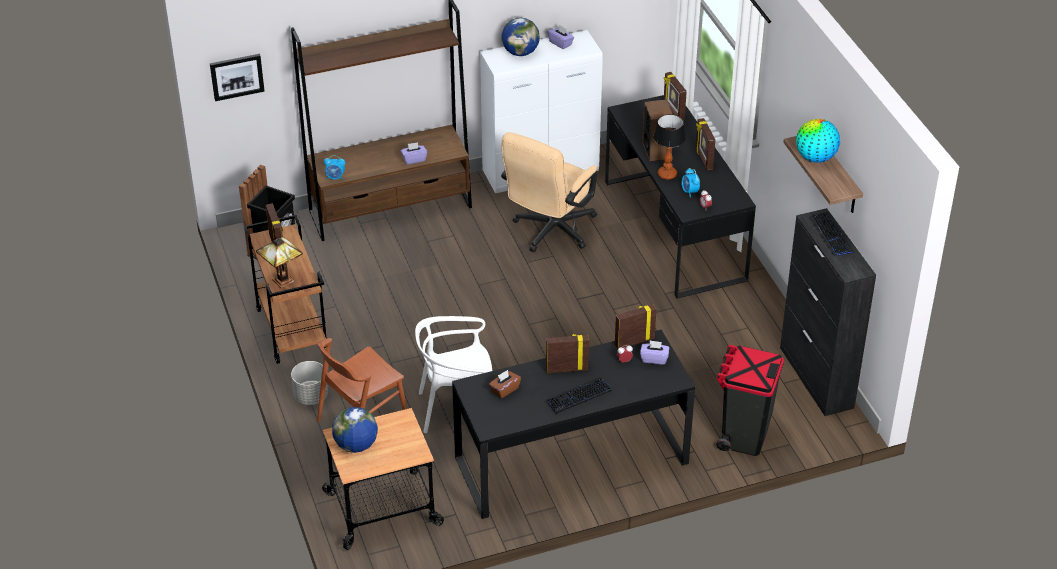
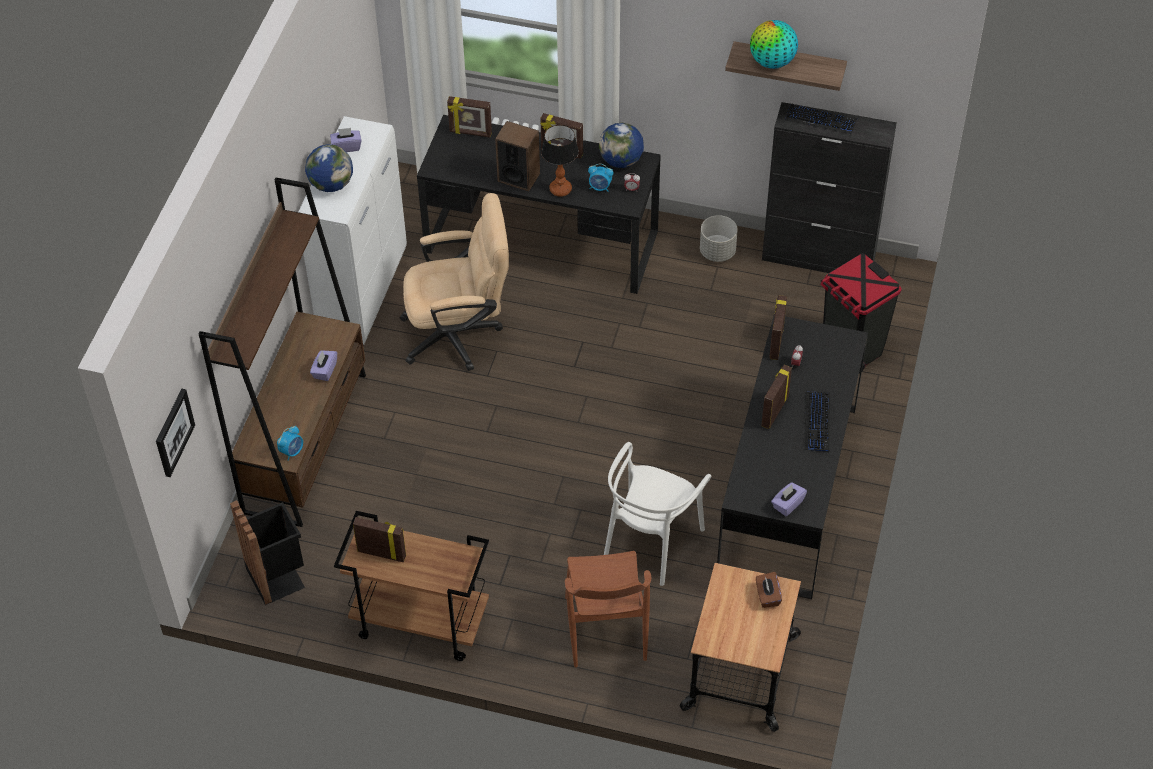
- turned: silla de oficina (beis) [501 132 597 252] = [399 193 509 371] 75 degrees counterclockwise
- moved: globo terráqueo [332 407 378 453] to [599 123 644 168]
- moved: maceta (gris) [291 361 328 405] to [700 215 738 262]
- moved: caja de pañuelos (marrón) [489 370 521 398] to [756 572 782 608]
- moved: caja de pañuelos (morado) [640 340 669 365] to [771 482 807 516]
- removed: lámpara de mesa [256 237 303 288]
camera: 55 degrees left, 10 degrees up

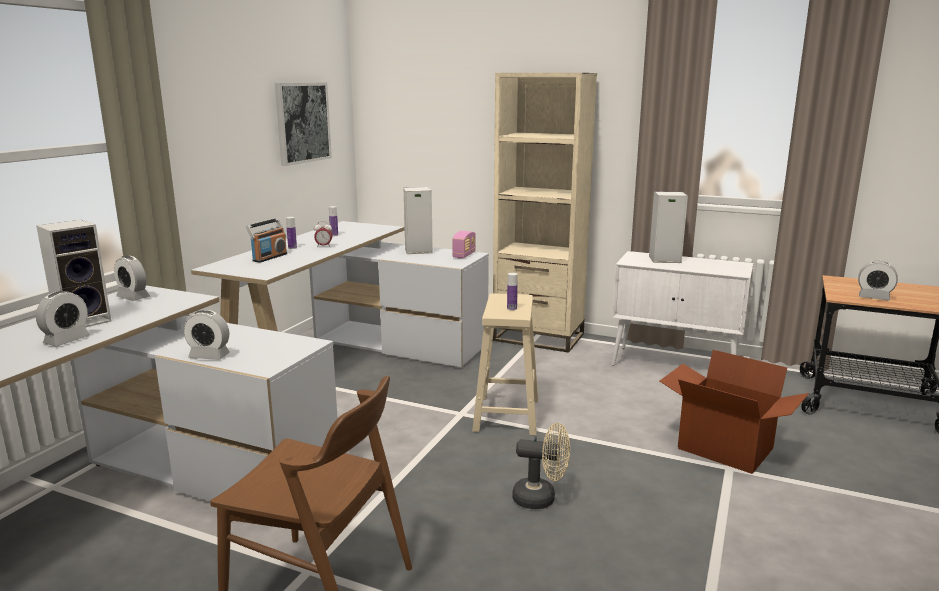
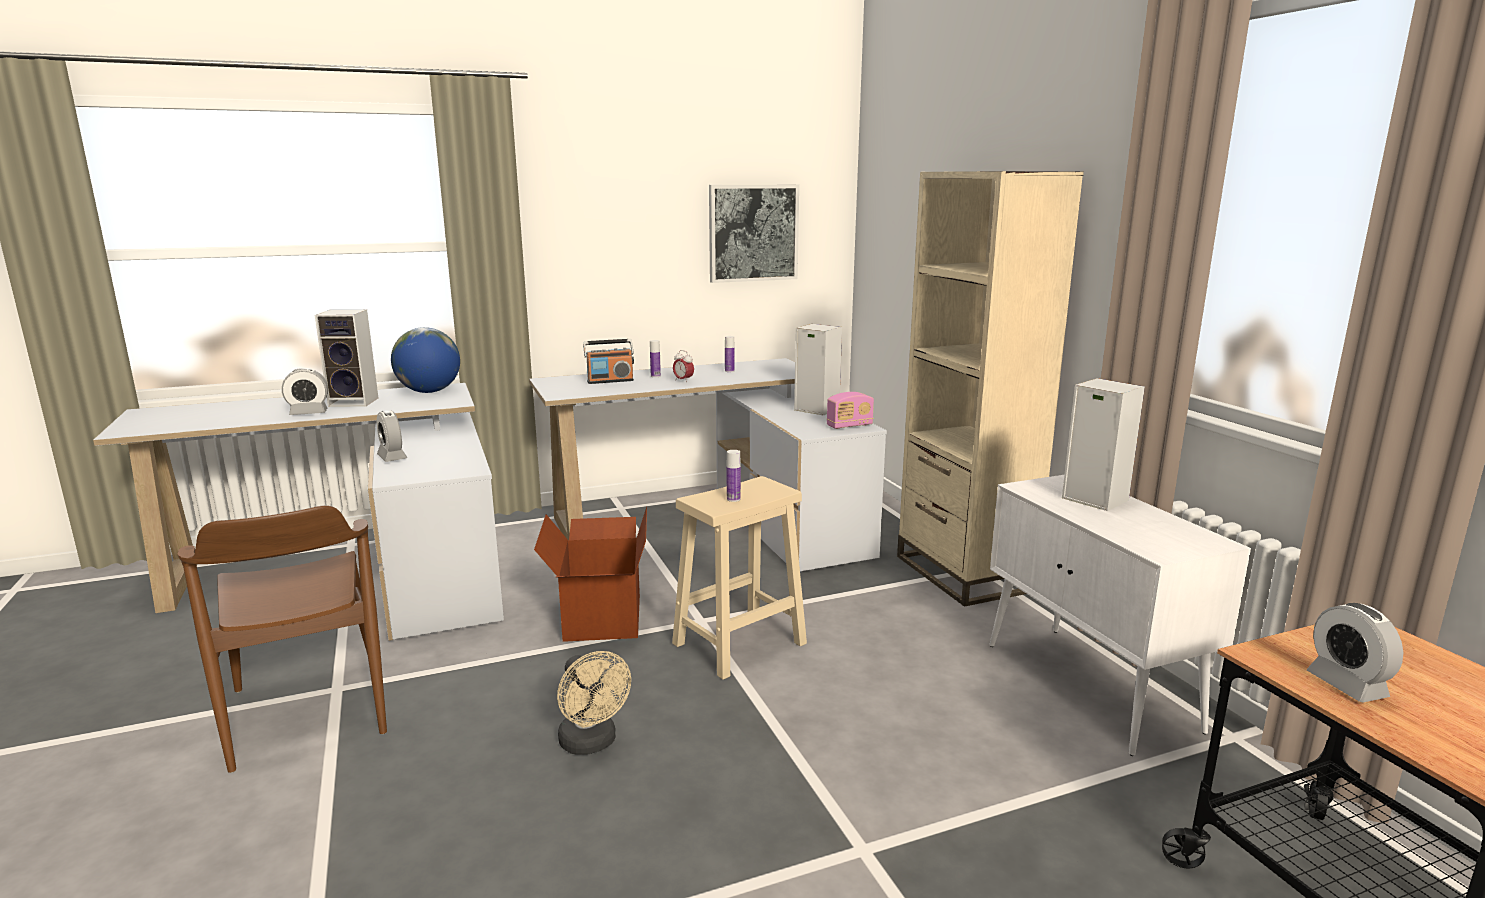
- replaced: despertador [114 256 150 301] to globo terráqueo [391 327 460 393]
- moved: caja de cartón [659 350 809 474] to [534 507 647 642]
camera: 45 degrees right, 0 degrees up

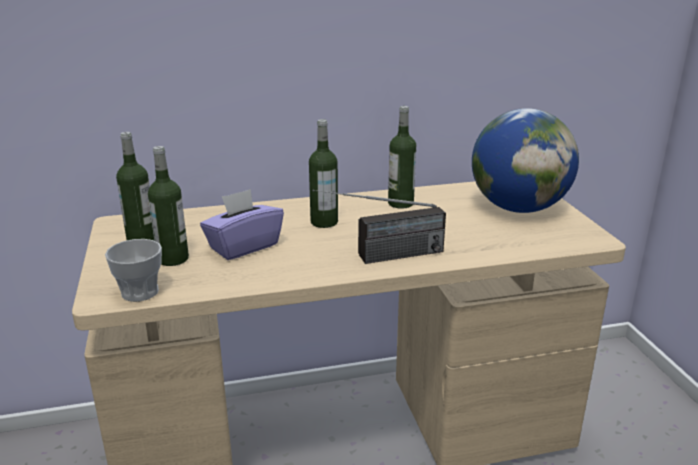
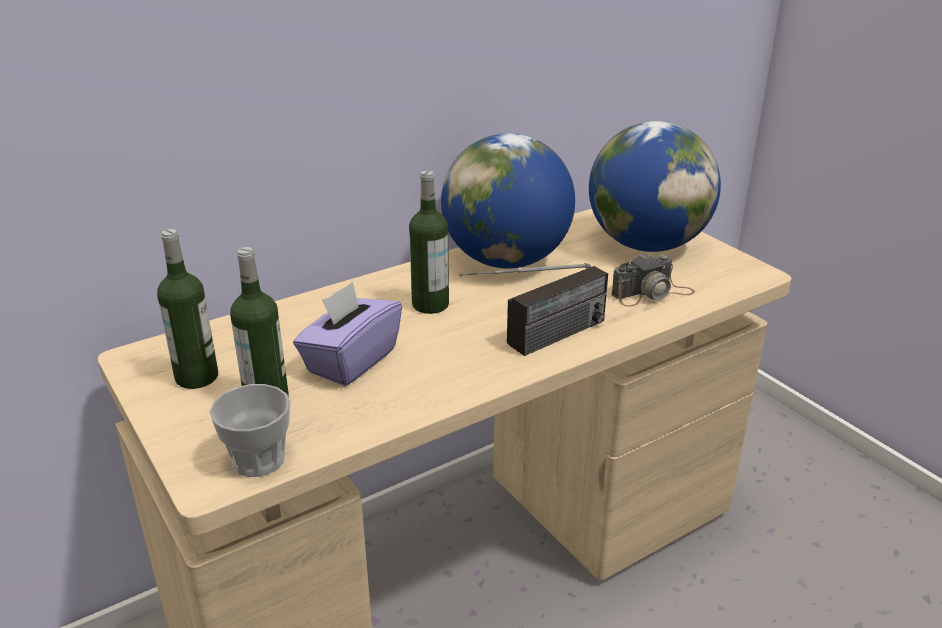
- replaced: botella [388 106 416 209] to globo terráqueo [441 133 575 268]
- added: cámara [611 252 695 307]
camera: 20 degrees left, 5 degrees up

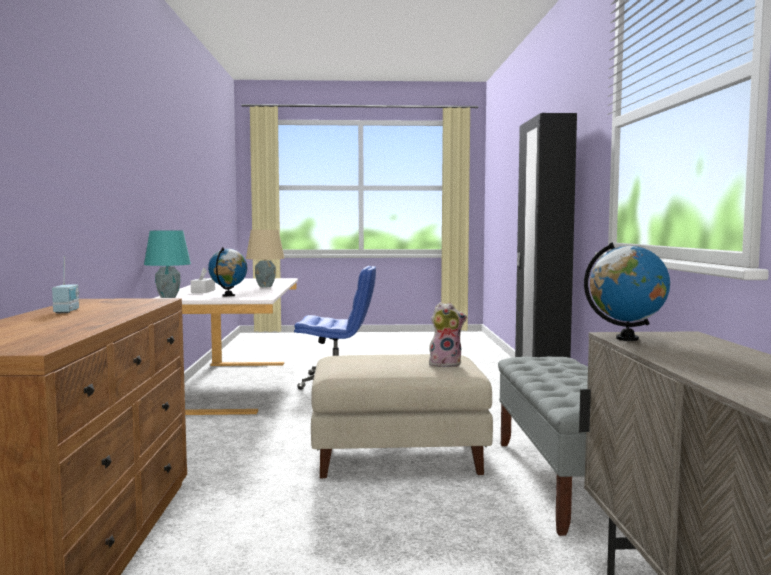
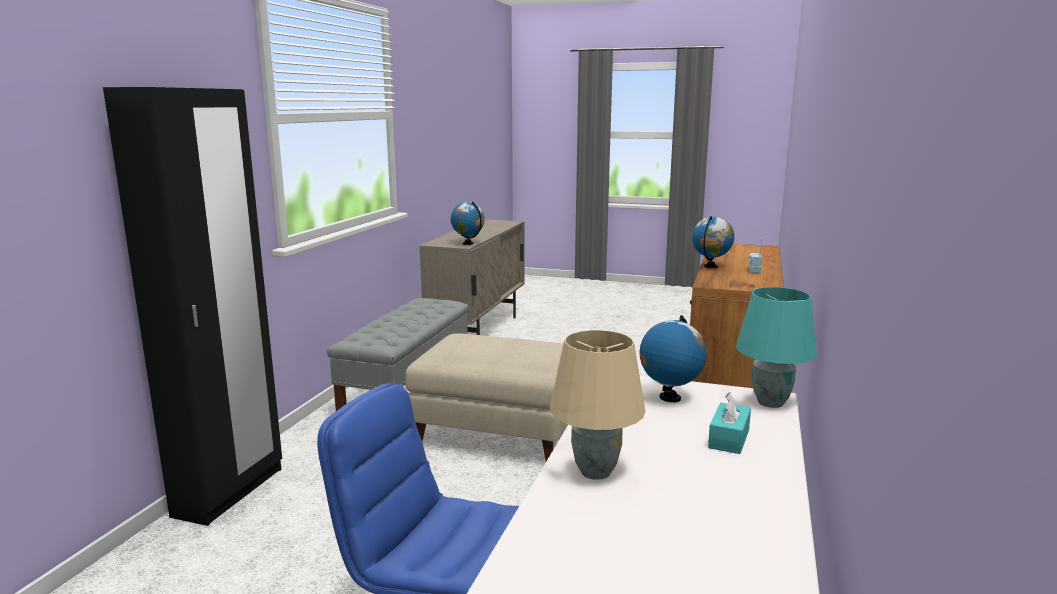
- added: globo terráqueo [692 216 734 268]
- recoloured: caja de pañuelos (blanco) [191 268 215 293] to caja de pañuelos (turquesa) [708 392 751 454]
- removed: peluche [429 302 467 367]
camera: 160 degrees left, 10 degrees up

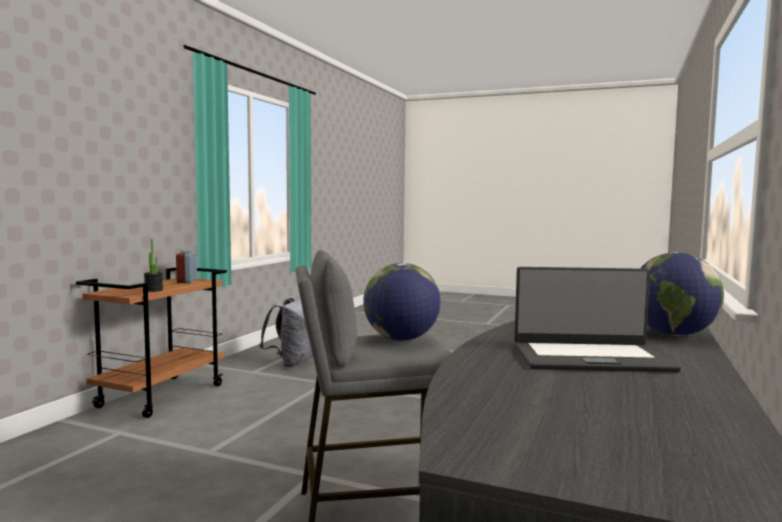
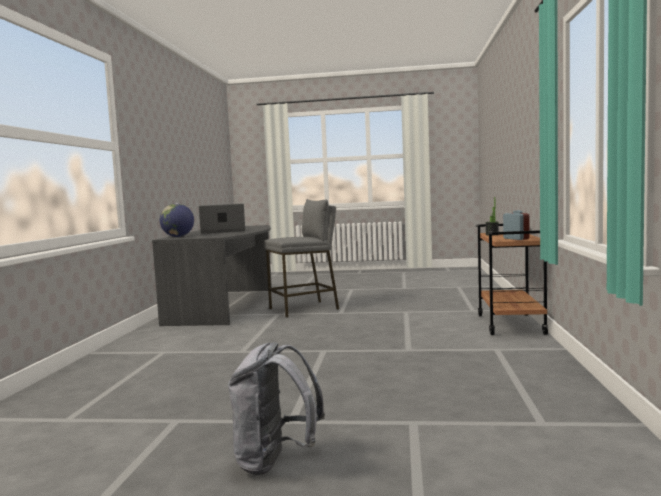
- moved: mochila (gris) [259 298 313 367] to [227 342 325 475]
- removed: globo terráqueo [363 263 441 341]
camera: 165 degrees right, 0 degrees up

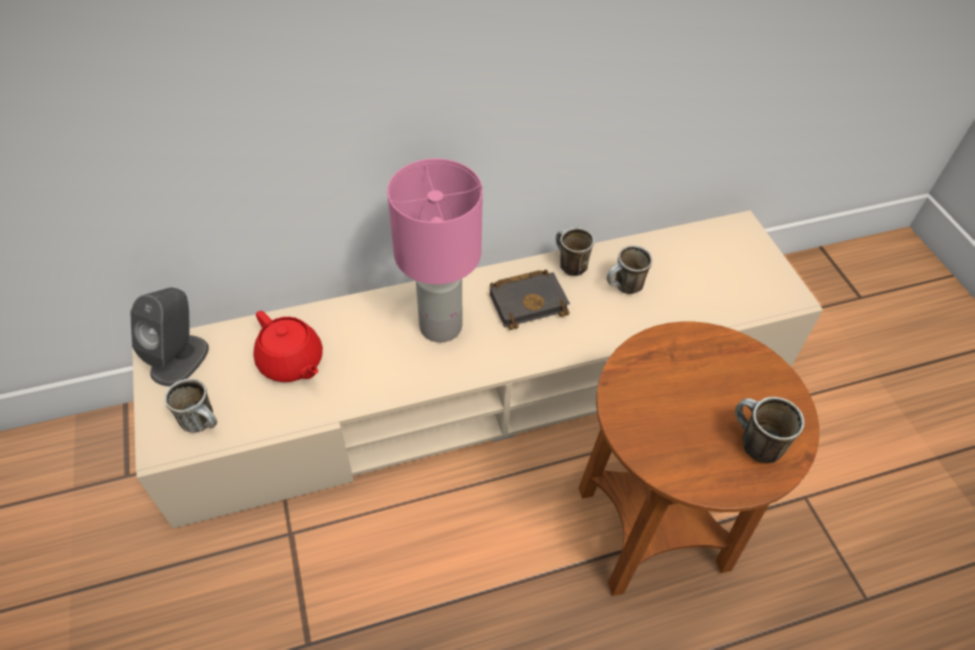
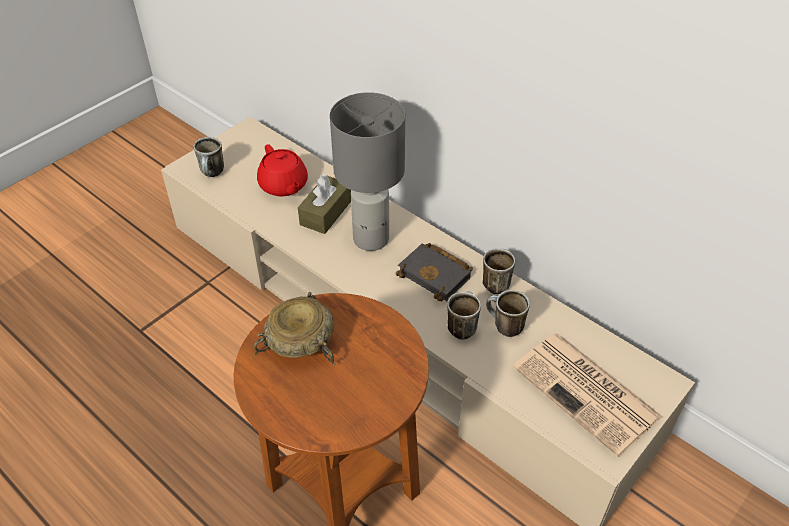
- added: cuenco (beis) [254 292 335 365]
- turned: tetera (rojo) [253 311 323 382] = [257 144 308 196] 45 degrees counterclockwise
- added: caja de pañuelos (marrón) [298 174 351 234]
- recoloured: lámpara de mesa (rosa) [387 159 483 342] to lámpara de mesa (gris) [330 92 405 251]
- moved: taza grande [735 397 804 463] to [447 291 481 340]
- added: periódico [513 334 663 457]
- removed: altavoz (gris) [130 288 209 386]
camera: 60 degrees right, 5 degrees down

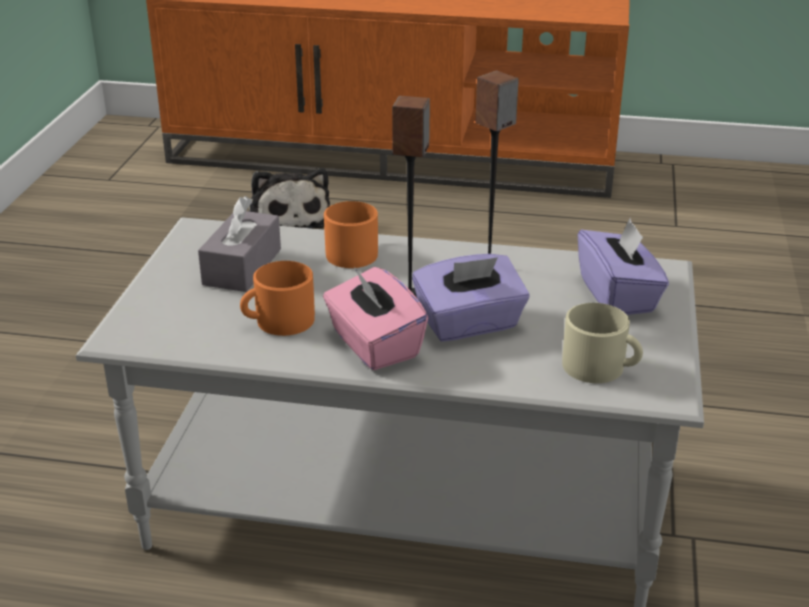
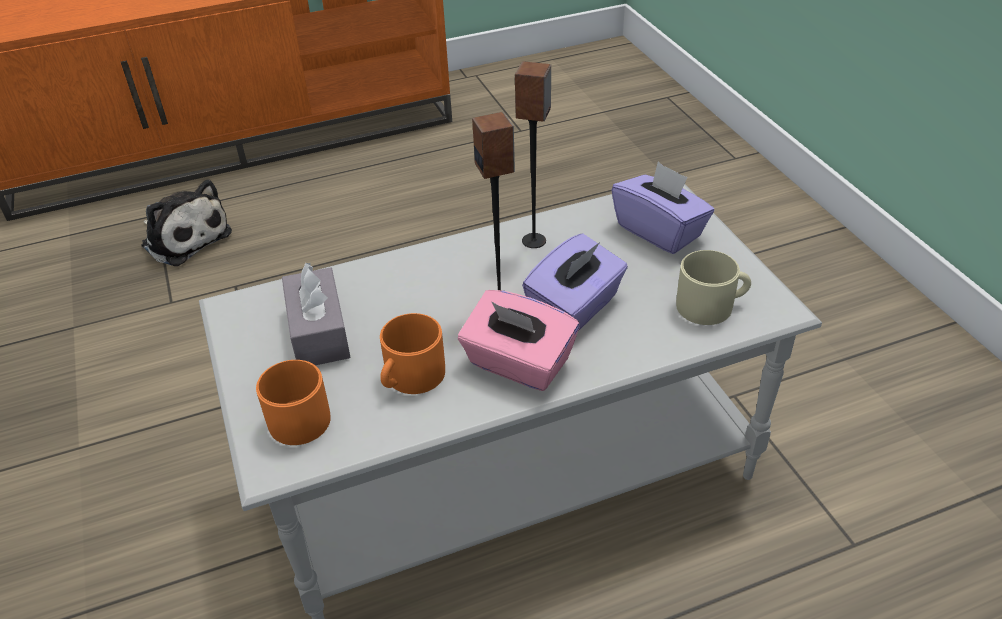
- moved: taza grande (naranja) [324 201 378 268] to [256 360 331 445]
camera: 30 degrees left, 10 degrees up

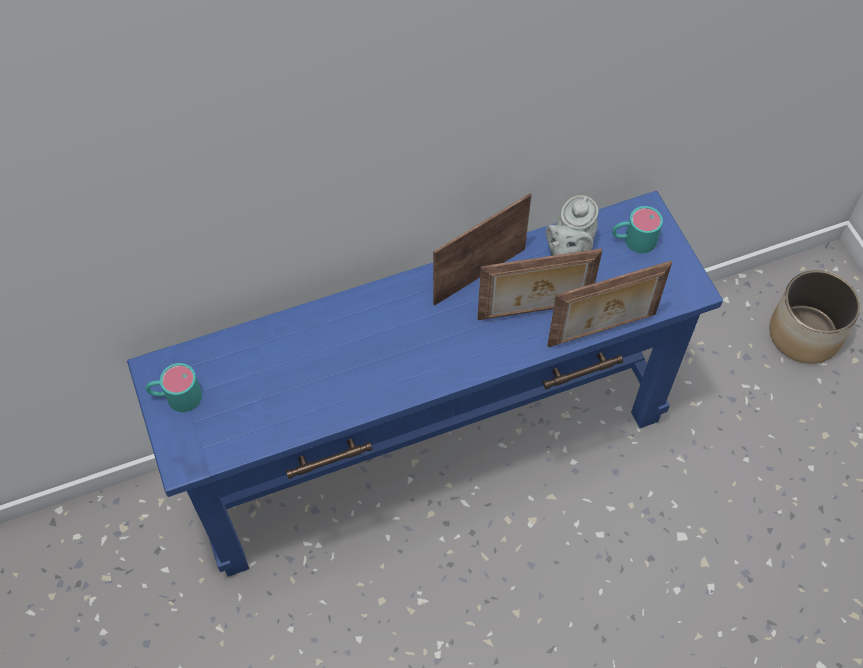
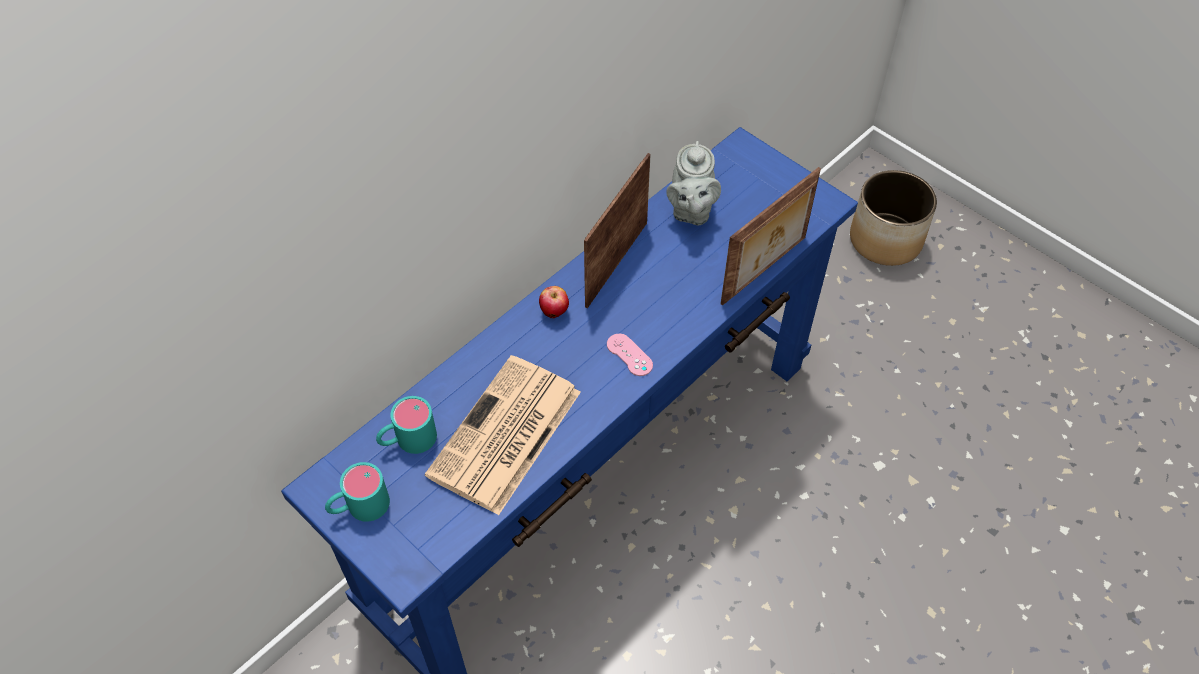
- moved: taza grande (turquesa) [612 206 663 253] to [376 396 437 454]
- added: periódico [425 355 581 515]
- added: manzana [539 286 569 318]
- added: mando de consola (rosa) [607 334 653 376]
- removed: portarretratos [477 248 602 320]
camera: 25 degrees left, 5 degrees down

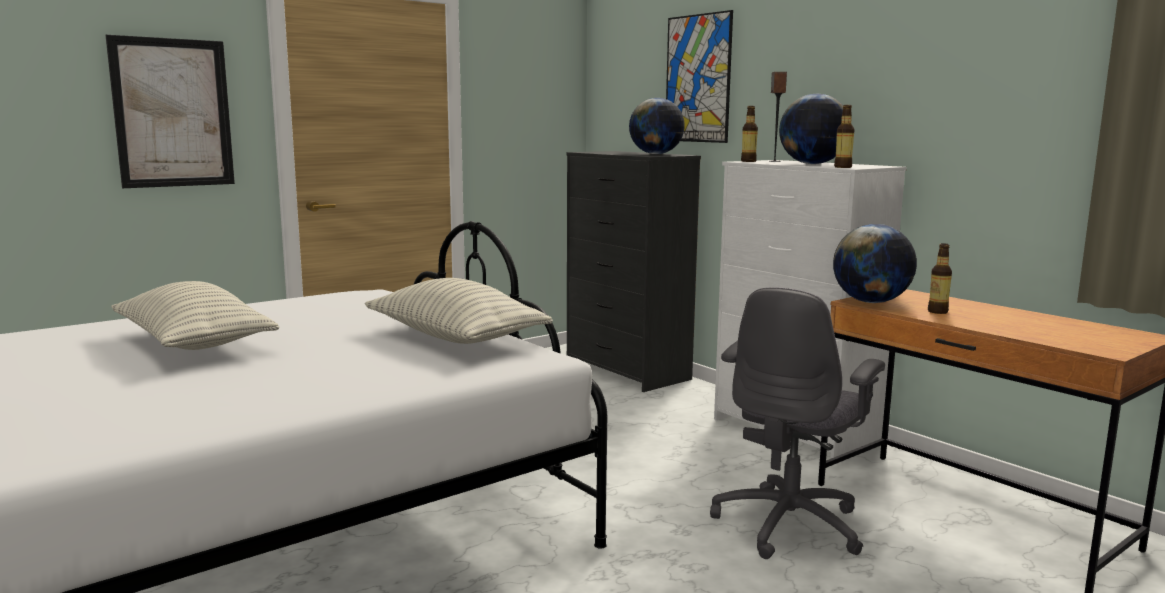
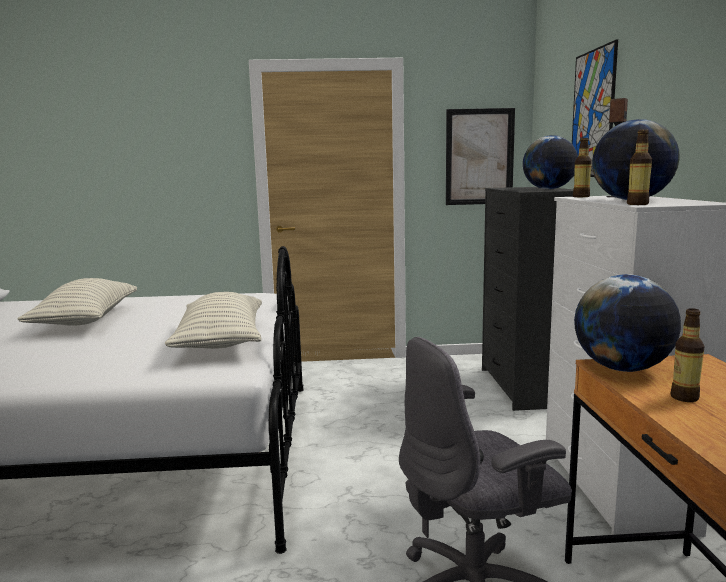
- moved: cuadro [105 35 235 188] to [446 108 515 205]
camera: 35 degrees right, 0 degrees up

